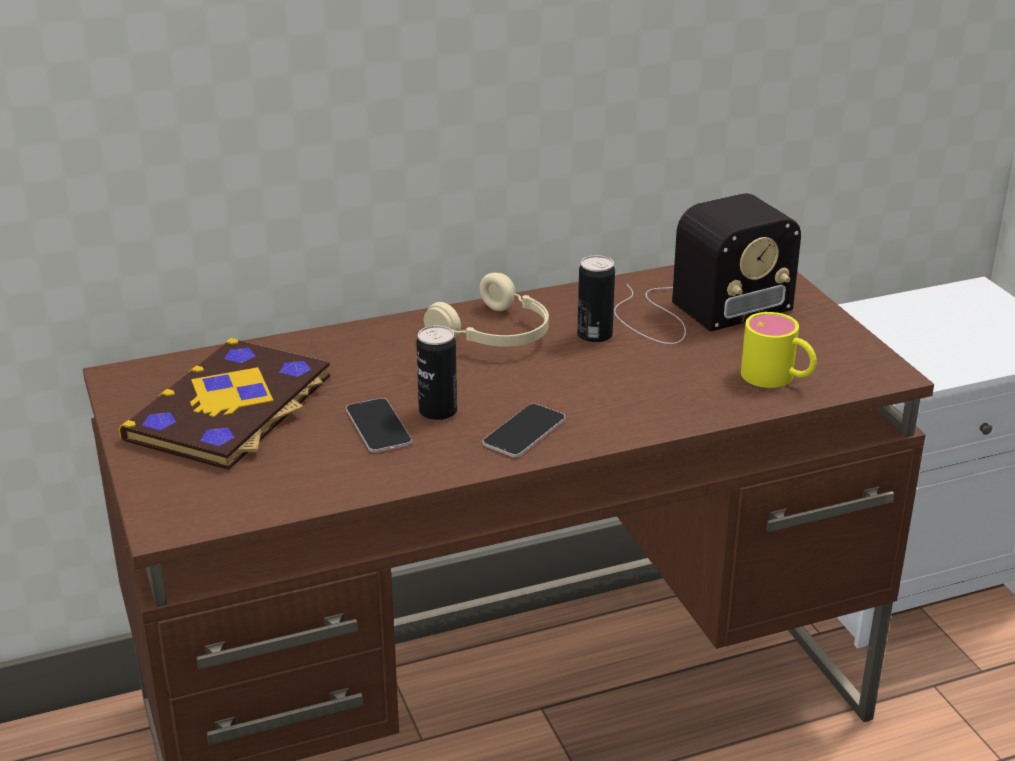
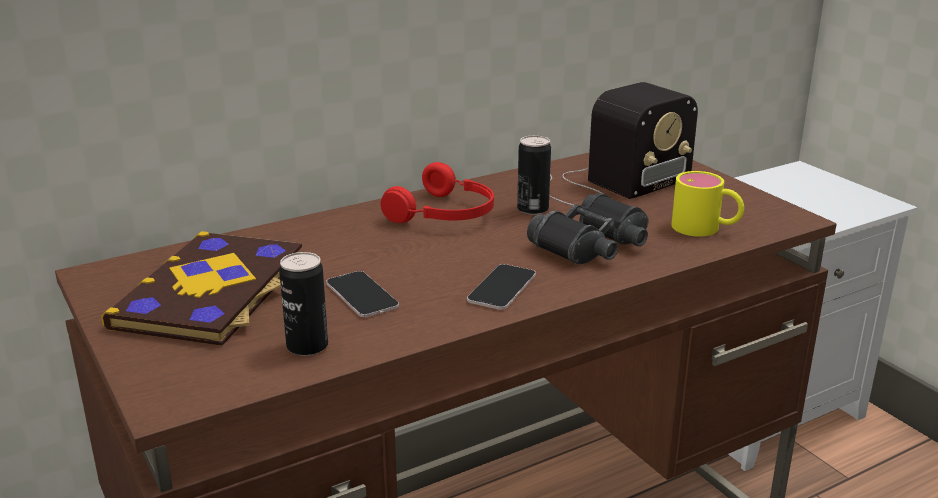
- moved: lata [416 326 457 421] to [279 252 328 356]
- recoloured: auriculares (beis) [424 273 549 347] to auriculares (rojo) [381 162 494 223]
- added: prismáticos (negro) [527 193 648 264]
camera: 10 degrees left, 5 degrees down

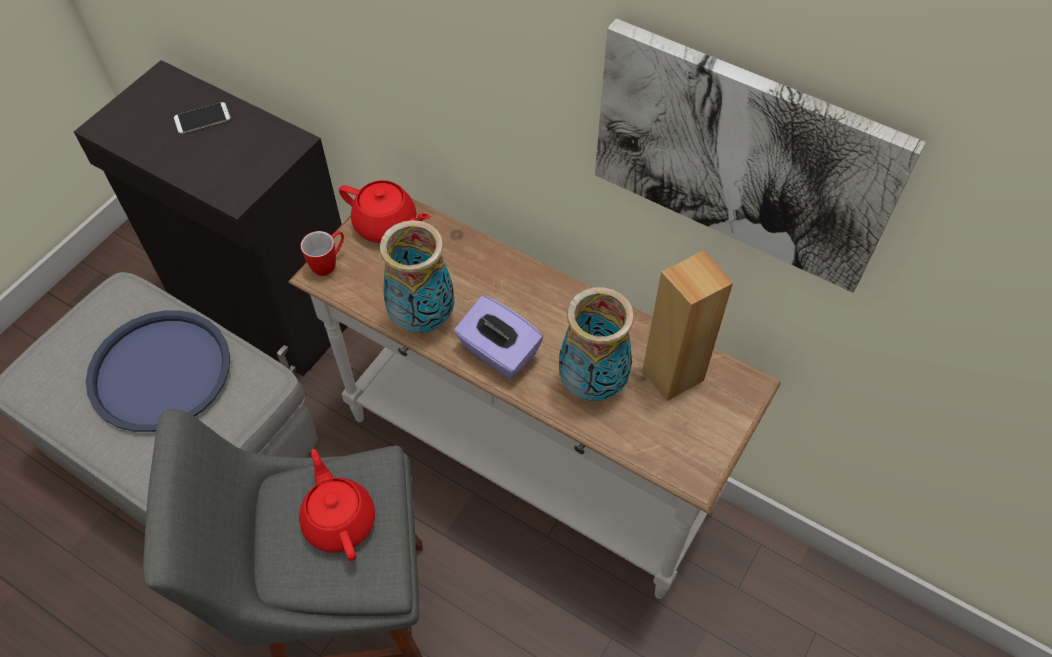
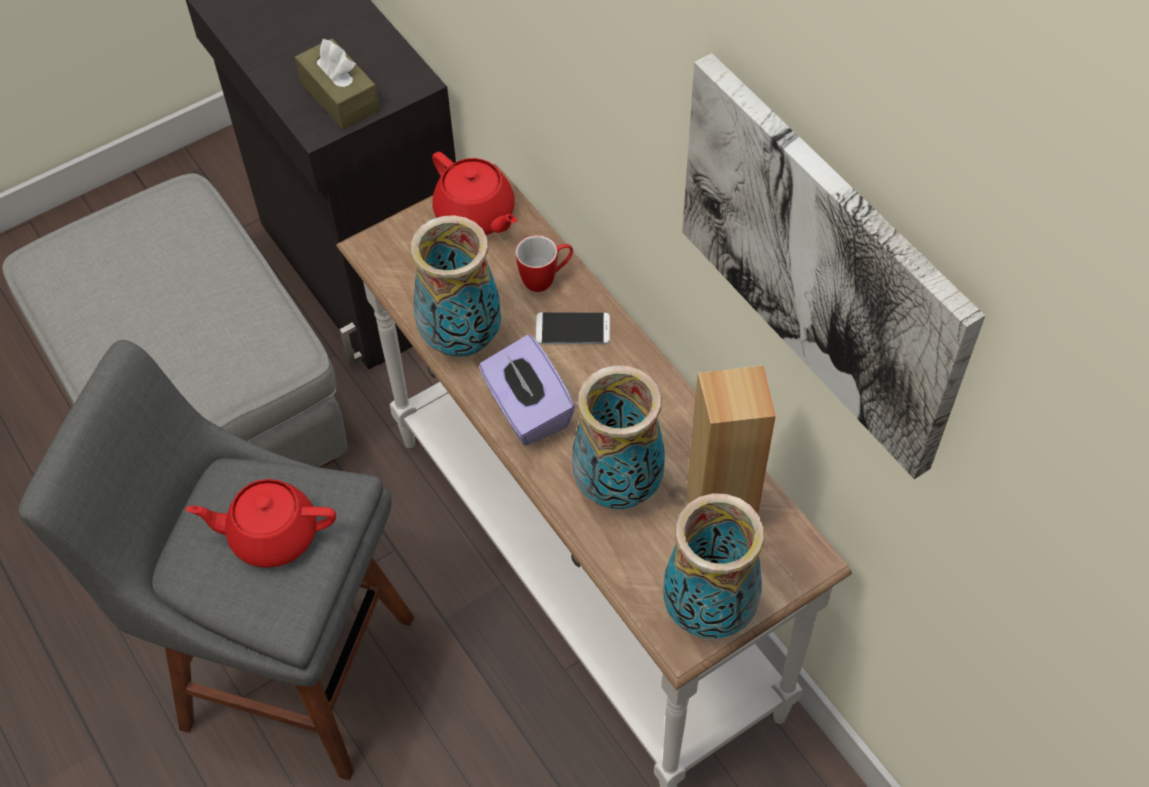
- turned: tetera (rojo) [299 449 375 561] = [186 479 336 568] 90 degrees counterclockwise
- added: caja de pañuelos (marrón) [295 38 380 129]
- moved: taza grande [300 231 344 276] to [516 235 573 292]
- moved: móvil [174 102 231 134] to [536 312 610 344]
- added: florero [663 493 764 638]
- removed: bandeja (azul) [86 310 230 432]
camera: 25 degrees right, 0 degrees up

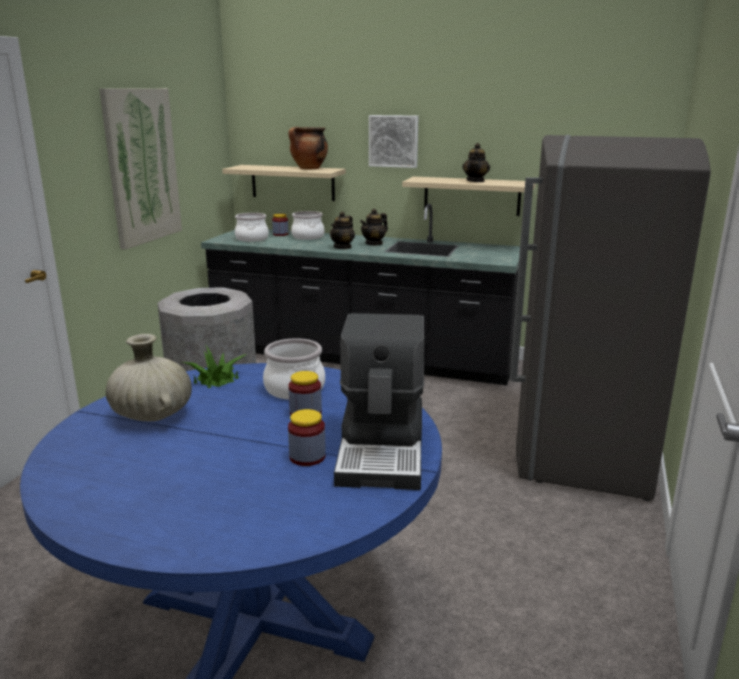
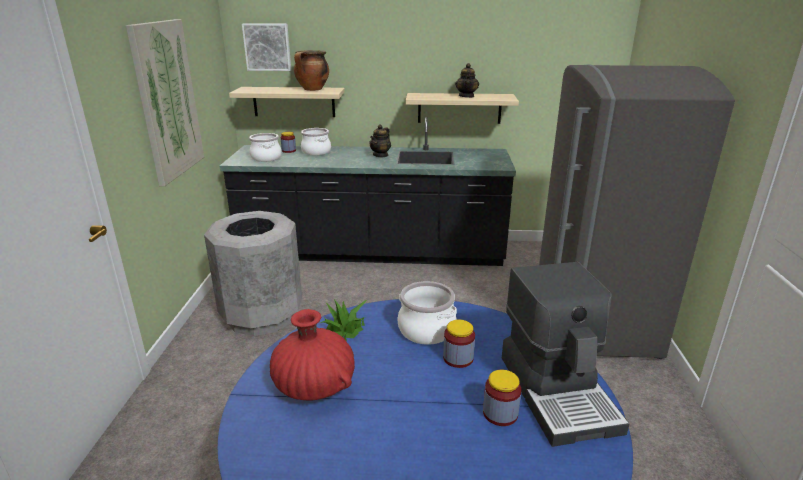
- moved: cuadro [369 115 418 168] to [242 23 291 71]
- recoloured: florero (beis) [106 334 192 421] to florero (rojo) [270 309 355 400]
- removed: tetera [330 211 355 249]
camera: 15 degrees left, 5 degrees up

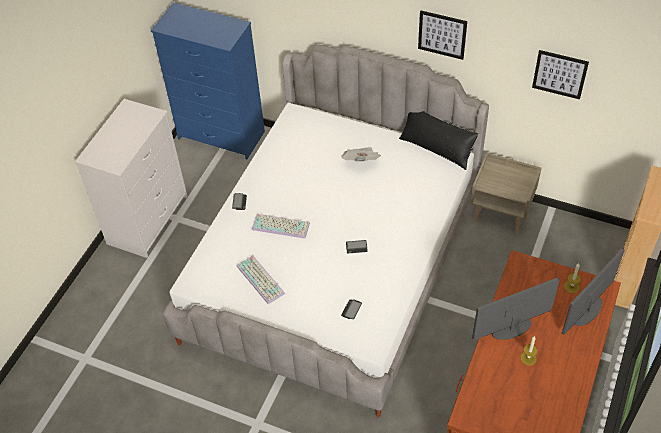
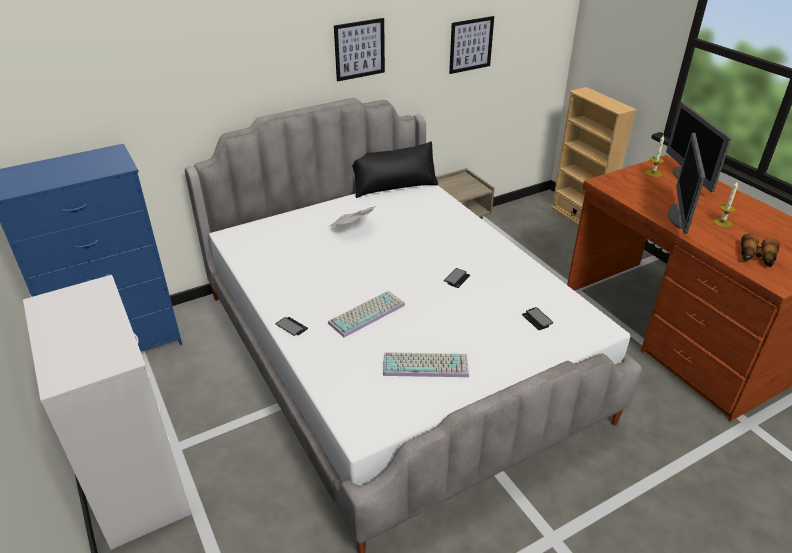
- added: prismáticos [741 233 780 267]
camera: 55 degrees left, 15 degrees down

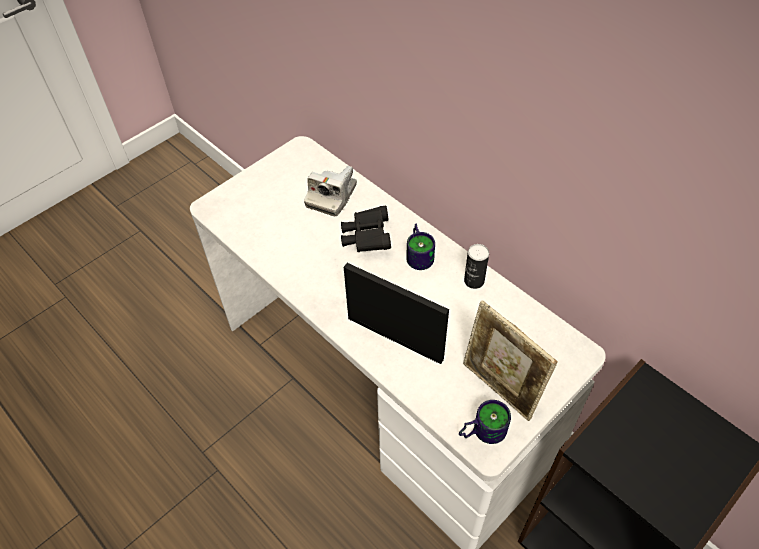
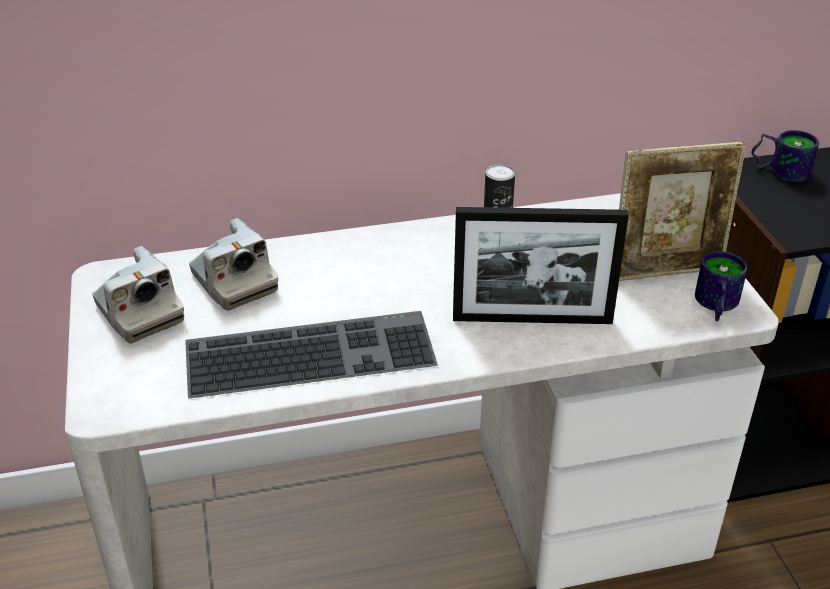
- added: cámara [92 246 184 343]
- added: teclado [185 311 438 399]
- turned: portarretratos [344 263 449 364] = [453 207 629 324] 150 degrees counterclockwise
- moved: taza grande [406 224 435 270] to [751 130 819 182]
- removed: prismáticos (negro) [341 206 391 252]
camera: 60 degrees left, 15 degrees down

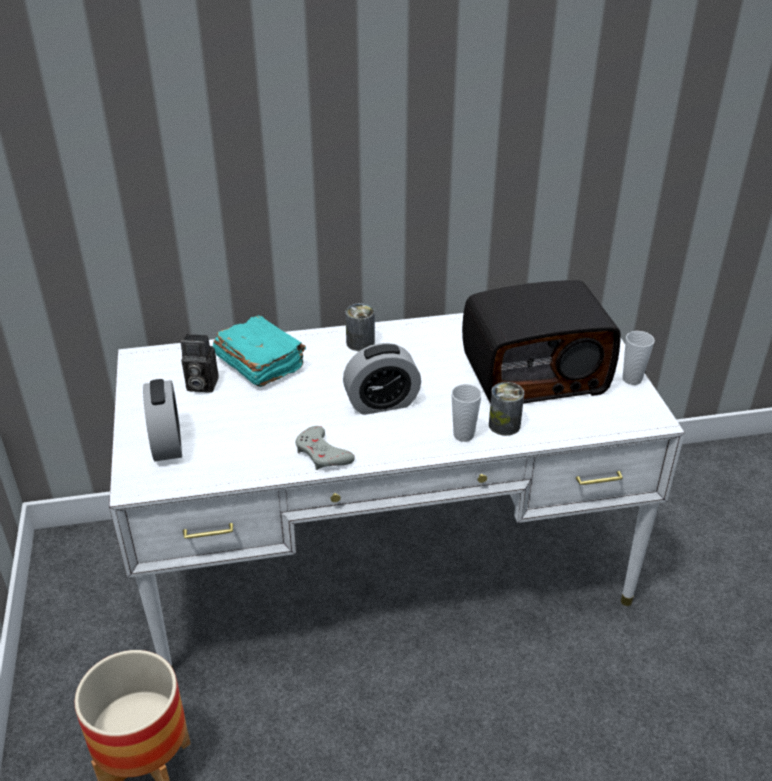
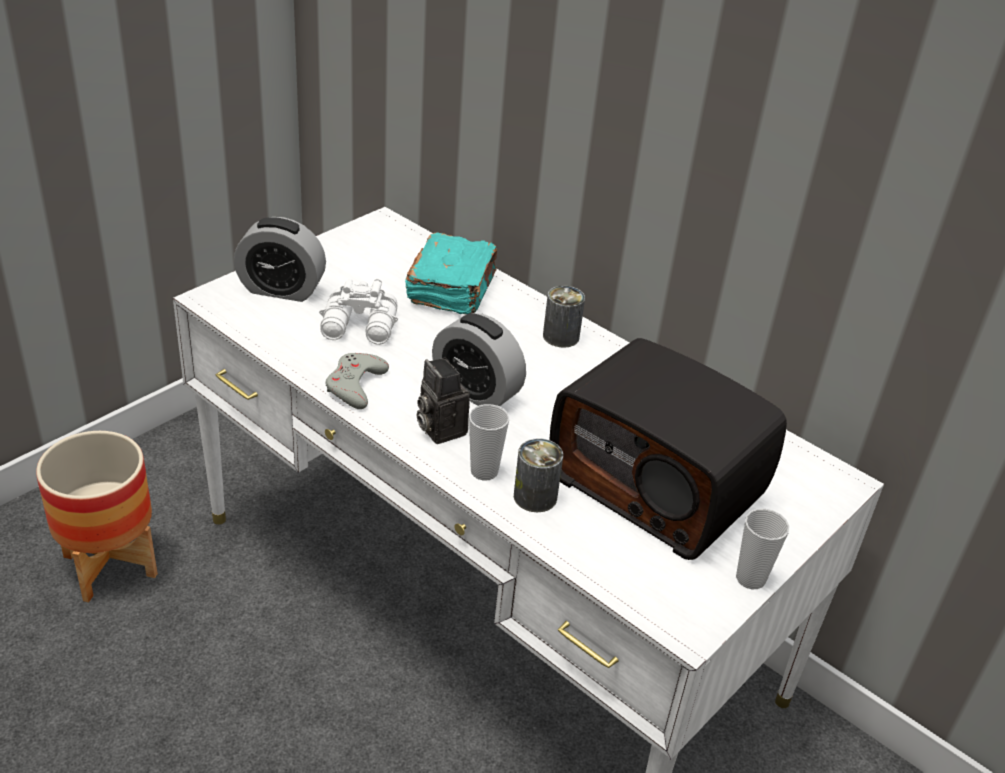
- turned: despertador [143 379 182 461] = [234 217 326 302] 60 degrees clockwise
- added: prismáticos (blanco) [319 278 398 345]
- moved: cámara [180 334 219 393] to [416 357 470 444]
camera: 50 degrees right, 0 degrees up

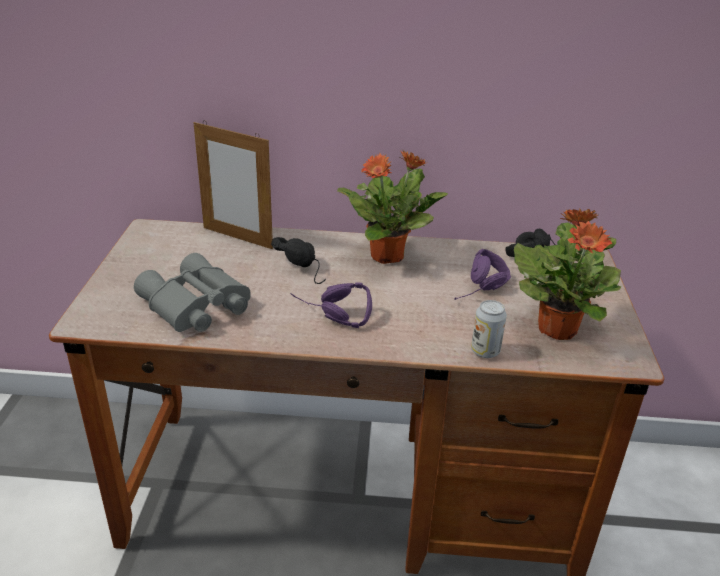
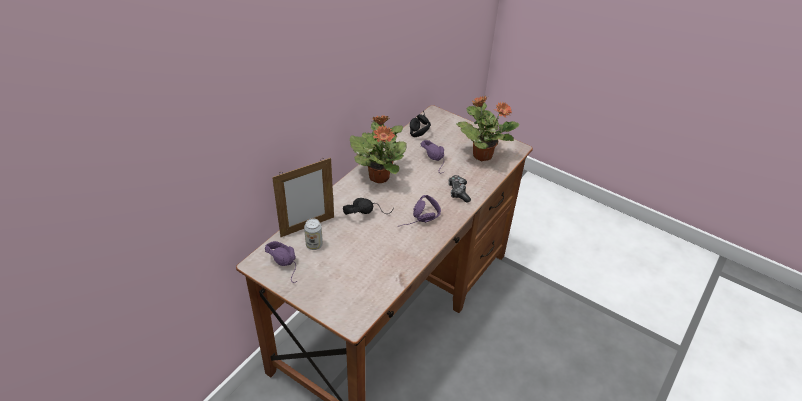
- added: auriculares (morado) [265 241 297 283]
- moved: lata [471 300 507 358] to [304 219 323 250]
- added: mando de consola [448 175 471 203]
- removed: prismáticos (gris) [134 253 251 332]
camera: 60 degrees left, 10 degrees up

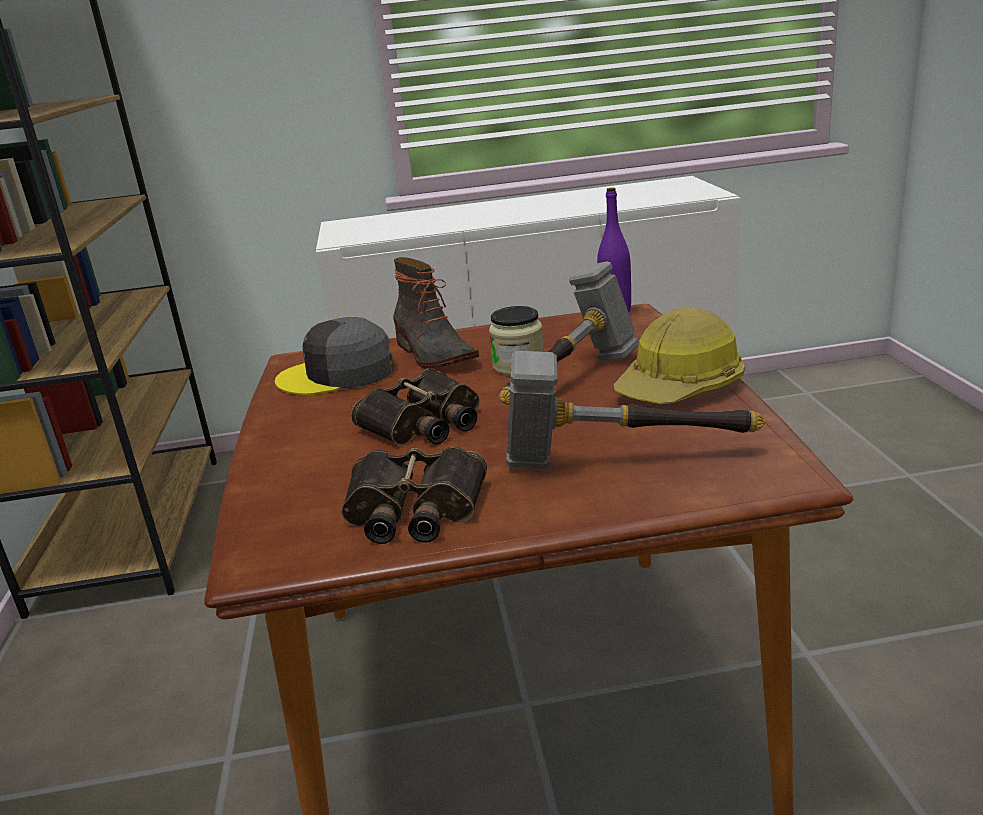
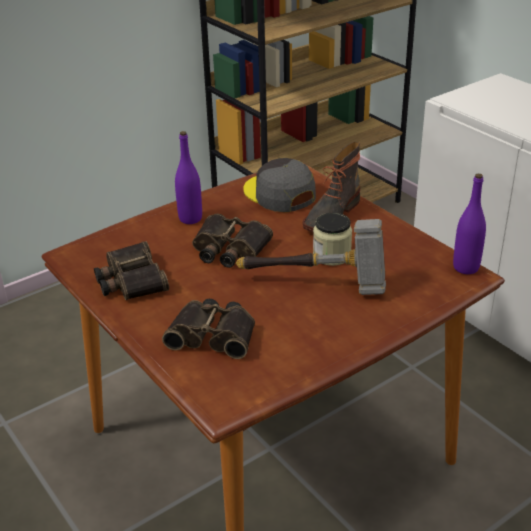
- replaced: martillo [506 351 765 469] to prismáticos [162 299 255 359]
- added: botella (morado) [175 131 202 224]
- removed: casco [614 307 745 404]
camera: 60 degrees right, 10 degrees up

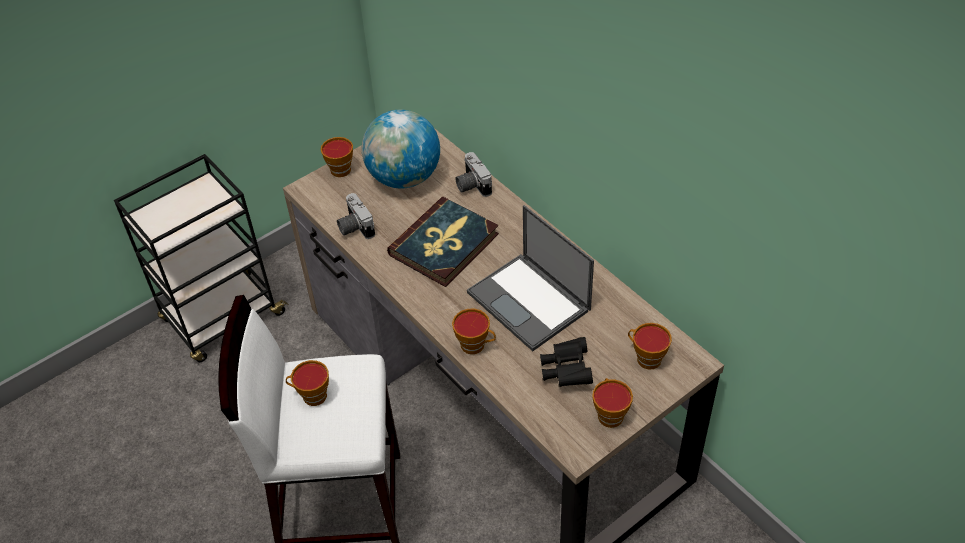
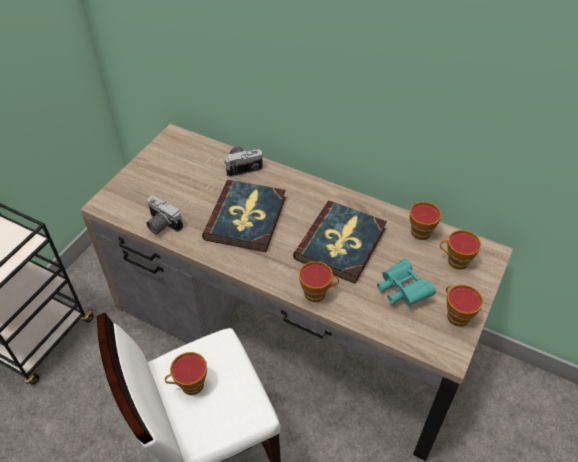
- turned: cámara [455 152 492 197] = [224 147 263 177] 120 degrees clockwise
- replaced: portátil [467 205 594 351] to libro [293 201 387 284]
- recoloured: prismáticos (negro) [540 337 593 387] to prismáticos (turquesa) [377 259 436 306]
- moved: taza [321 137 353 177] to [410 202 442 240]
- removed: globo terráqueo [362 109 440 189]
camera: 25 degrees left, 0 degrees up

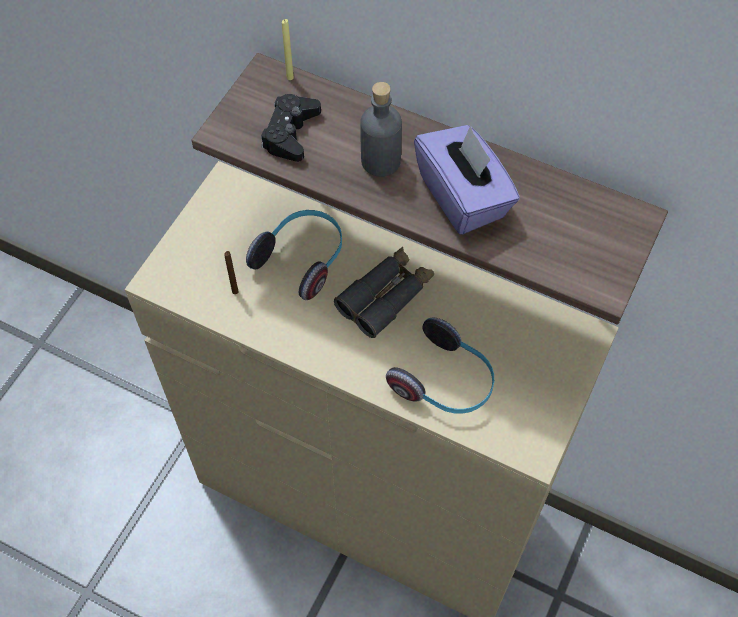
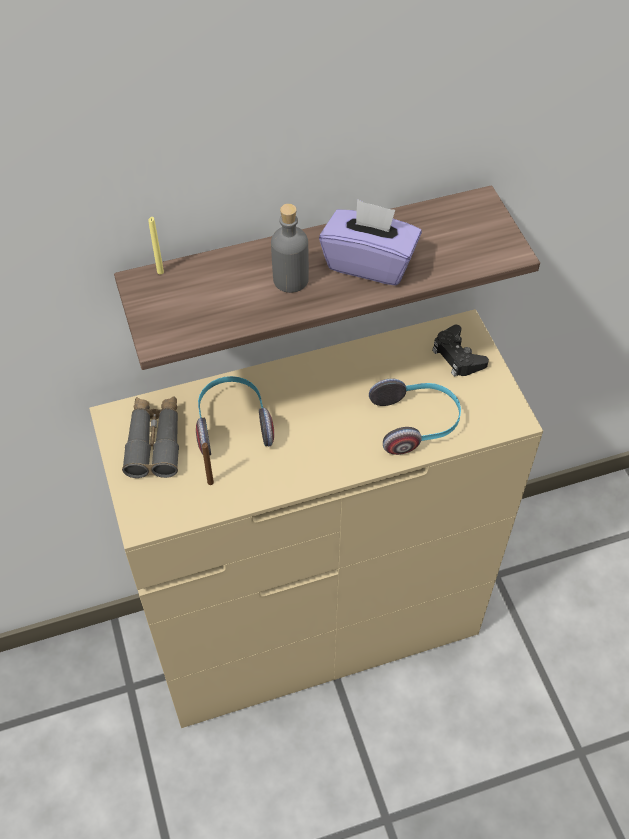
- moved: prismáticos (gris) [334 247 434 338] to [122 397 179 478]
- moved: mando de consola (negro) [261 94 321 162] to [432 325 489 377]
camera: 45 degrees left, 5 degrees down

